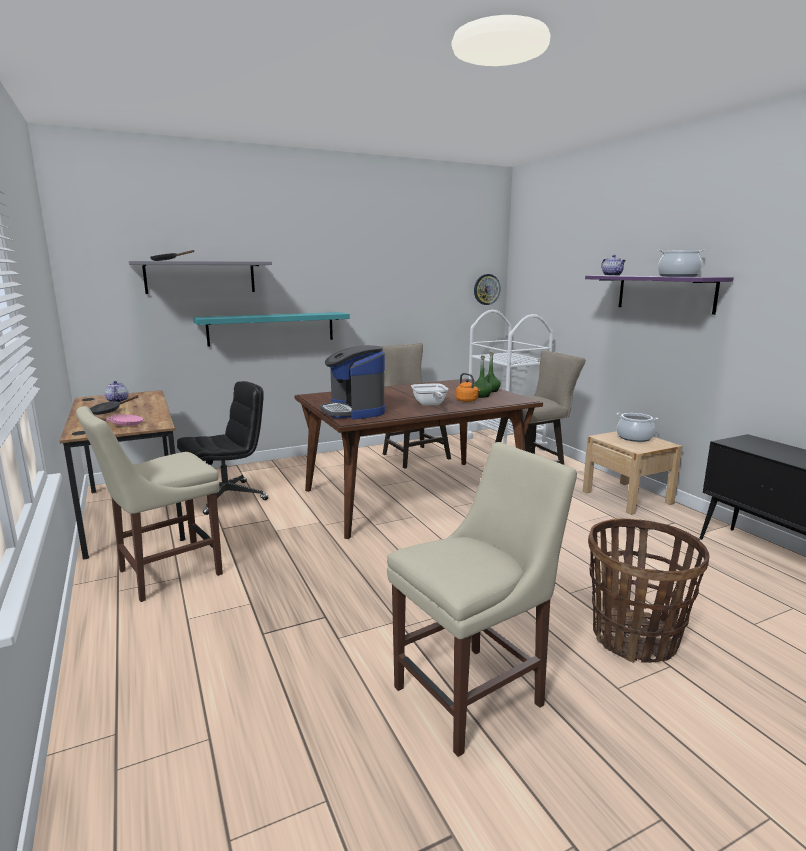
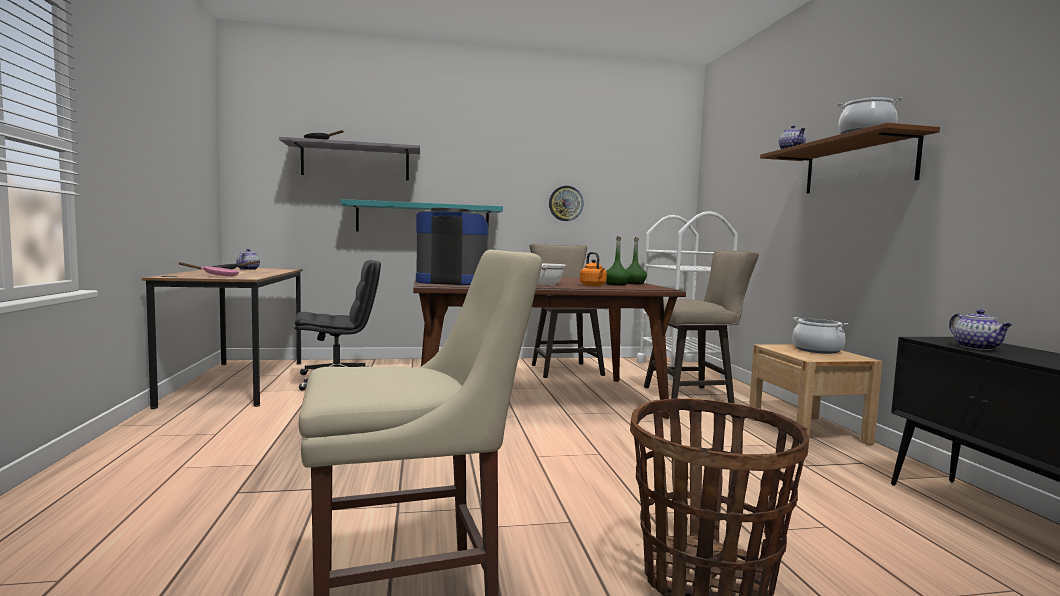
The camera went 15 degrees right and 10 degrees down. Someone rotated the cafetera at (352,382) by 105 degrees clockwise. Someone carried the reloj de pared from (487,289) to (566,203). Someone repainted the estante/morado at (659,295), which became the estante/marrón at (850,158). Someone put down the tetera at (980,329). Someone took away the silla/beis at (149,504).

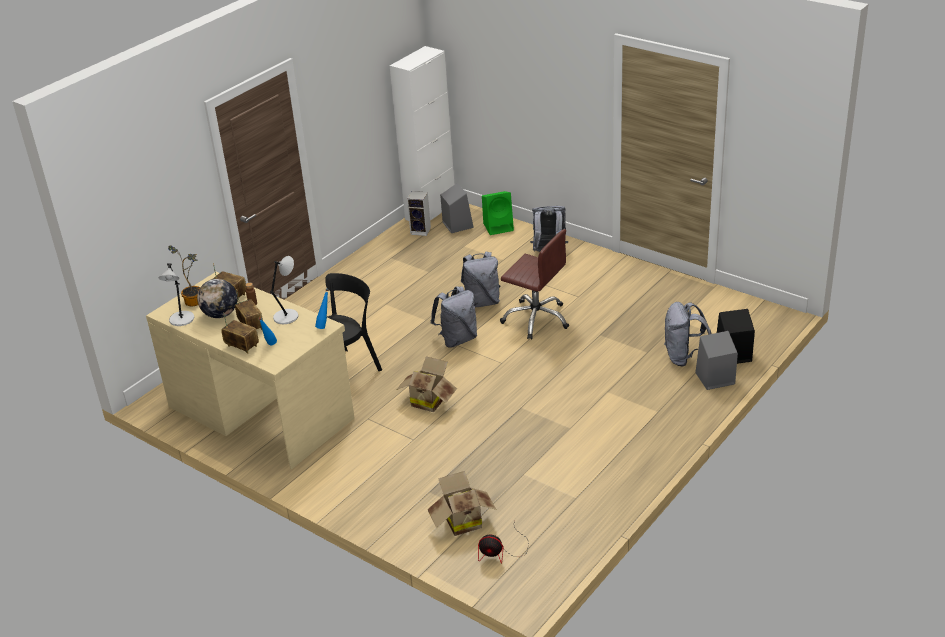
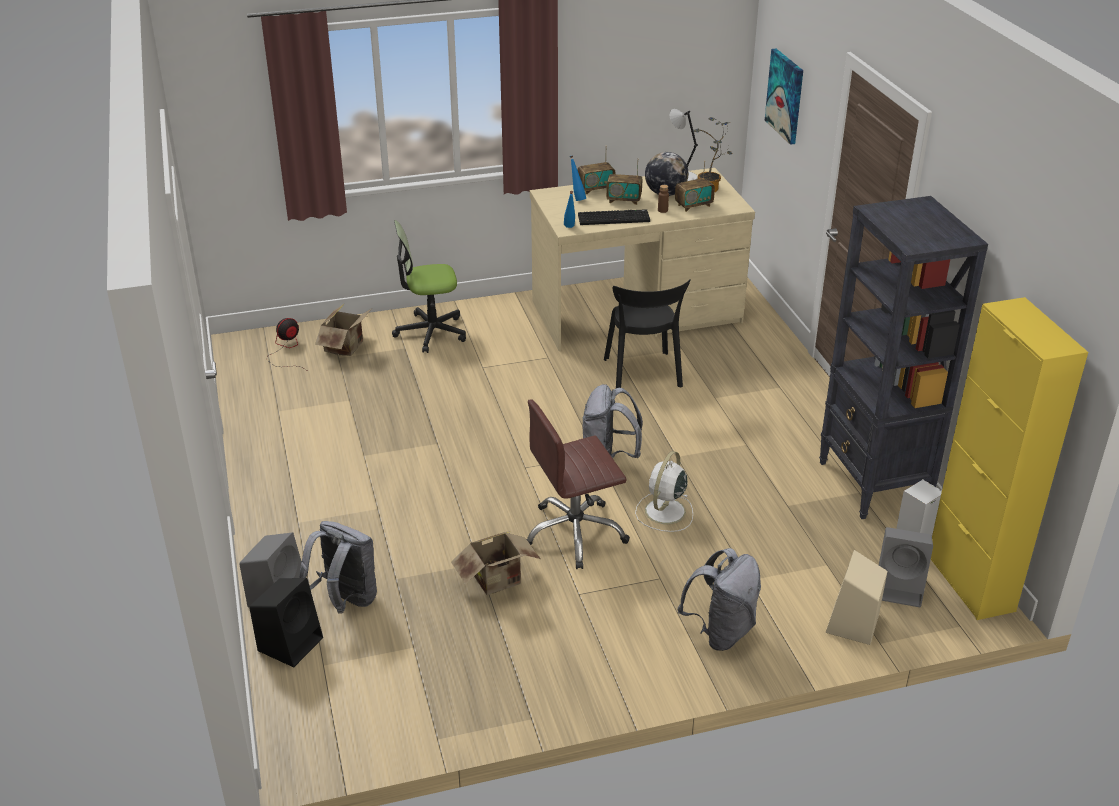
The camera went 125 degrees right and 0 degrees up. Someone put down the silla de oficina at (429,286). Someone carried the caja de cartón from (426,384) to (496,563). Someone swapped the lámpara de mesa/gris at (284,290) for the teclado at (614,217). Someone swapped the mochila/gris at (481,279) for the ventilador/blanco at (664,491). Someone put up the cuadro at (784,96). Someone put down the estantería/negro at (903,357). Someone repainted the altavoz/verde at (498,213), which became the altavoz/beis at (856,597). Someone repainted the armario/blanco at (422,133), which became the armario/amarillo at (1009,458).

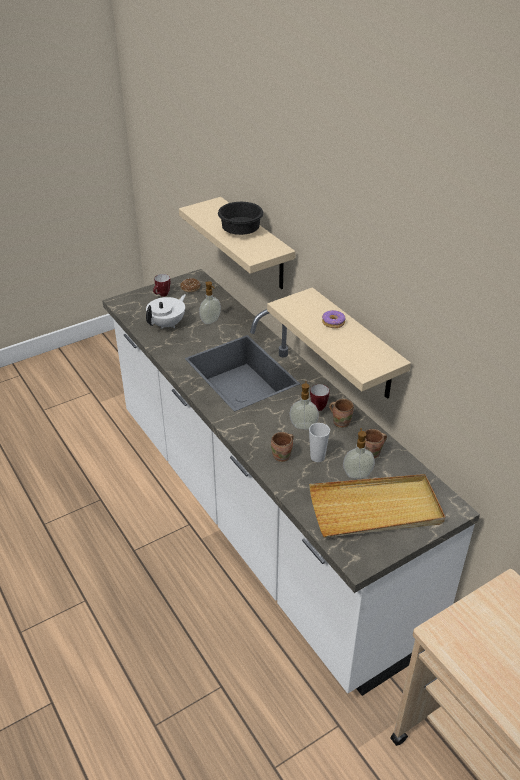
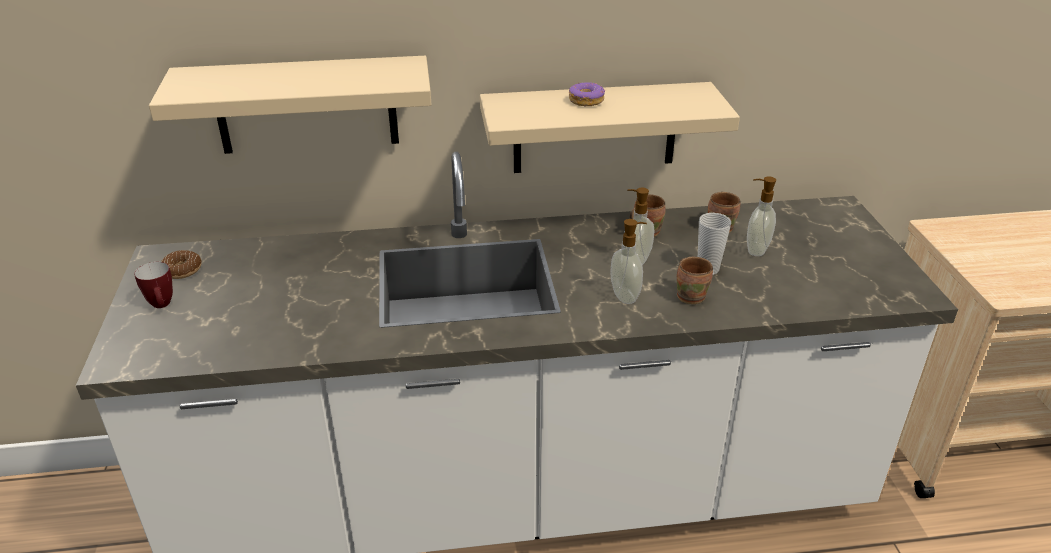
The camera went 65 degrees left and 5 degrees down. Someone carried the dispensador de jabón from (210,302) to (629,261). Someone took away the tetera/blanco at (166,311). Someone took away the cuenco/negro at (241,218). Someone took away the bandeja/beis at (377,505). Someone took away the taza grande at (319,397).

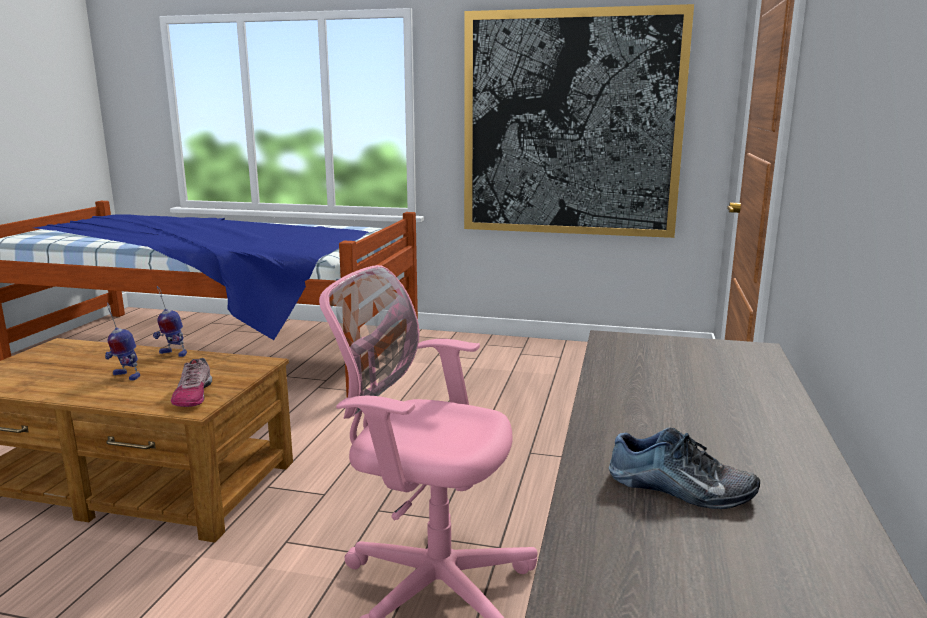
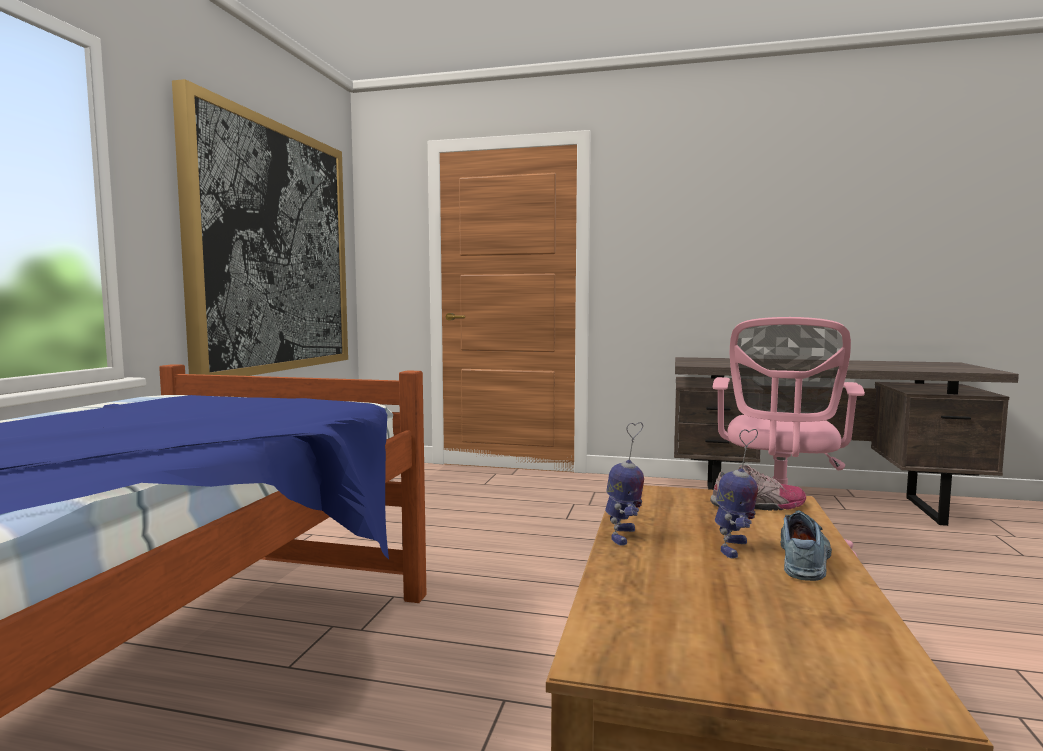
The camera went 90 degrees left and 10 degrees down. Someone carried the zapato from (684,468) to (806,545).

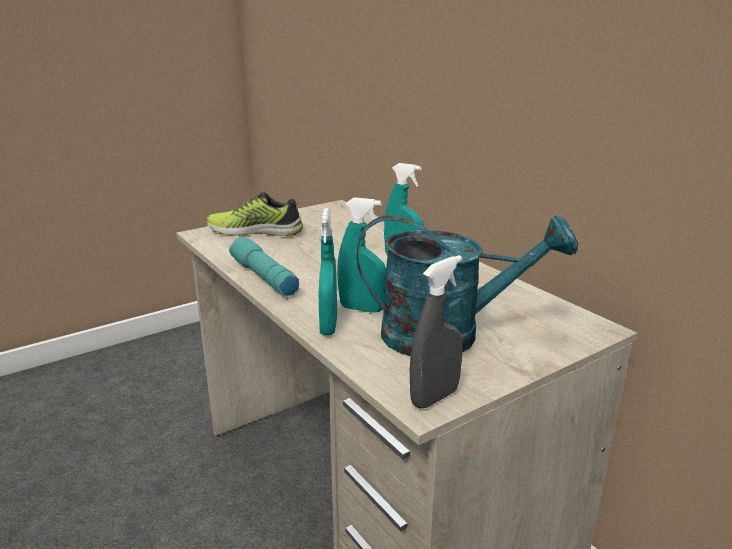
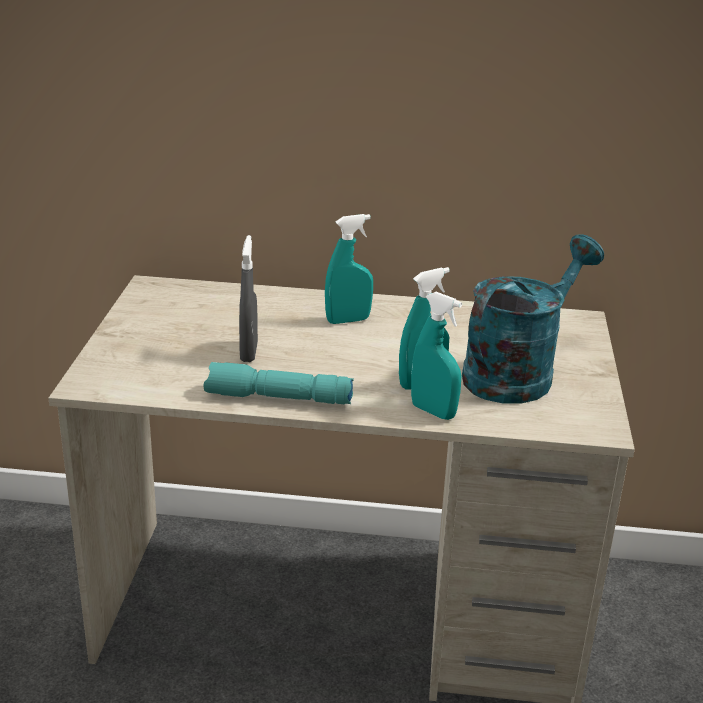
The camera went 50 degrees left and 5 degrees up. Someone carried the pulverizador/gris from (436,332) to (248,298). Someone took away the zapato at (255,214).

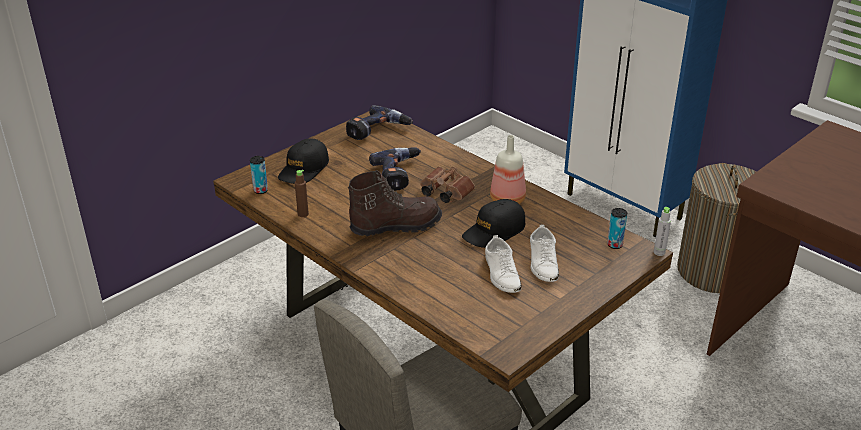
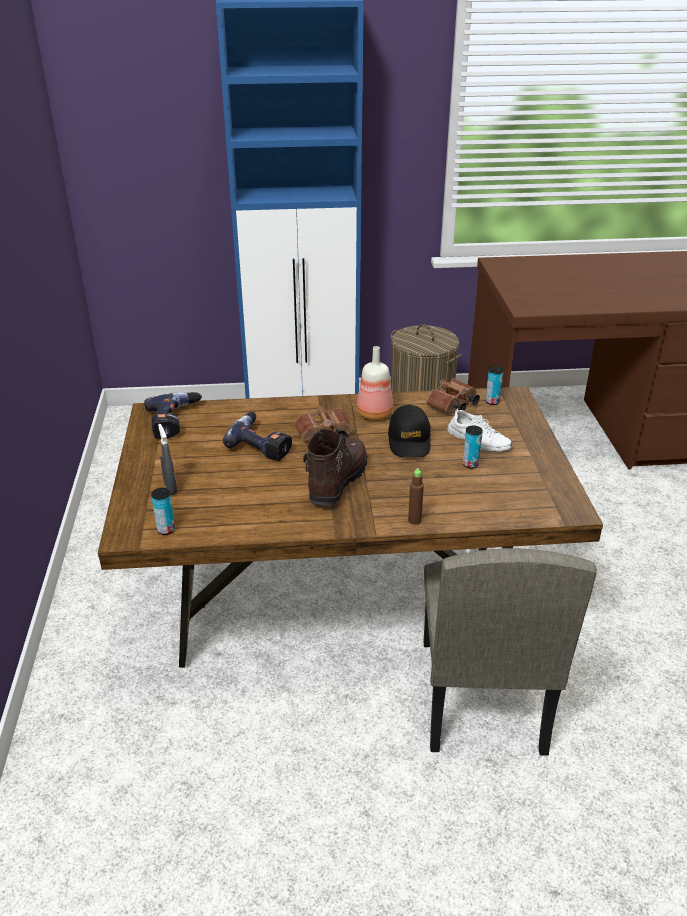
The camera went 50 degrees left and 0 degrees up. Someone swapped the gorra/negro at (303,161) for the pulverizador/gris at (167,459). Someone carried the botella/marrón from (302,193) to (416,496). Someone put down the prismáticos/marrón at (453,395). Someone swapped the zapato/blanco at (503,264) for the lata at (473,447). Someone took away the botella/gris at (662,231).

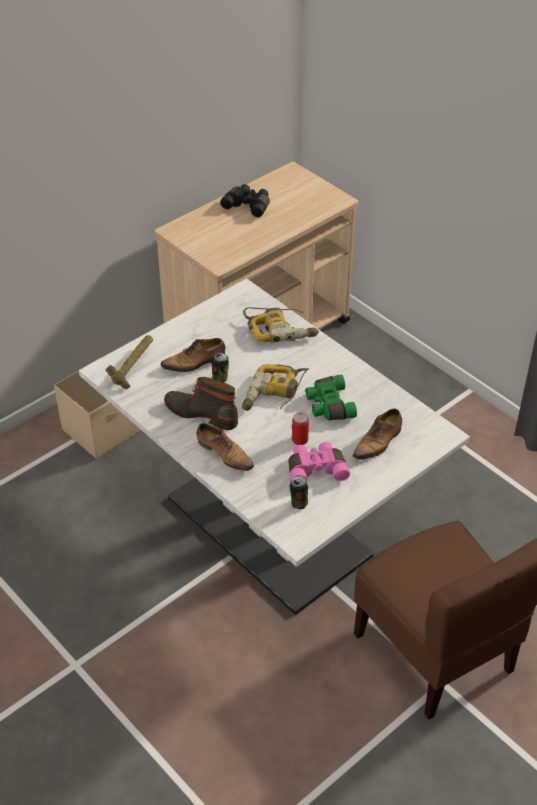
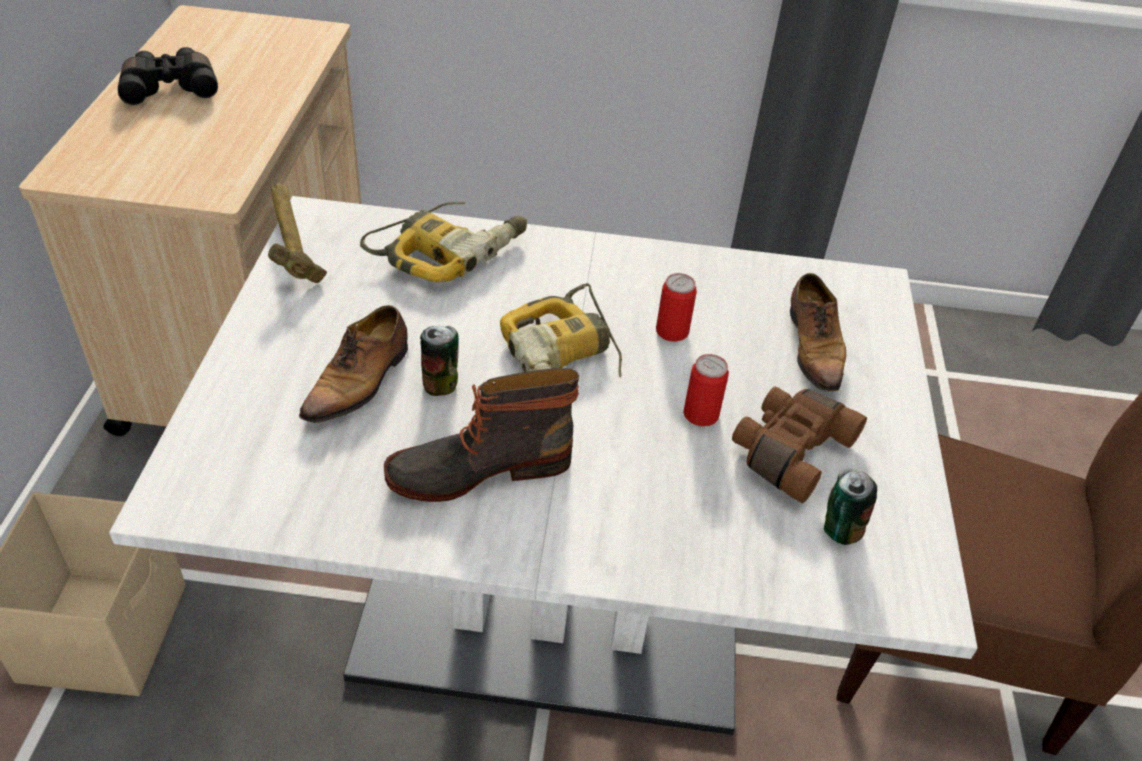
The camera went 45 degrees left and 0 degrees up. Someone carried the martillo from (129,362) to (297,233). Someone swapped the prismáticos/verde at (331,397) for the lata at (676,307). Someone repainted the prismáticos/rosa at (319,461), which became the prismáticos/marrón at (799,445). Someone took away the zapato at (225,447).

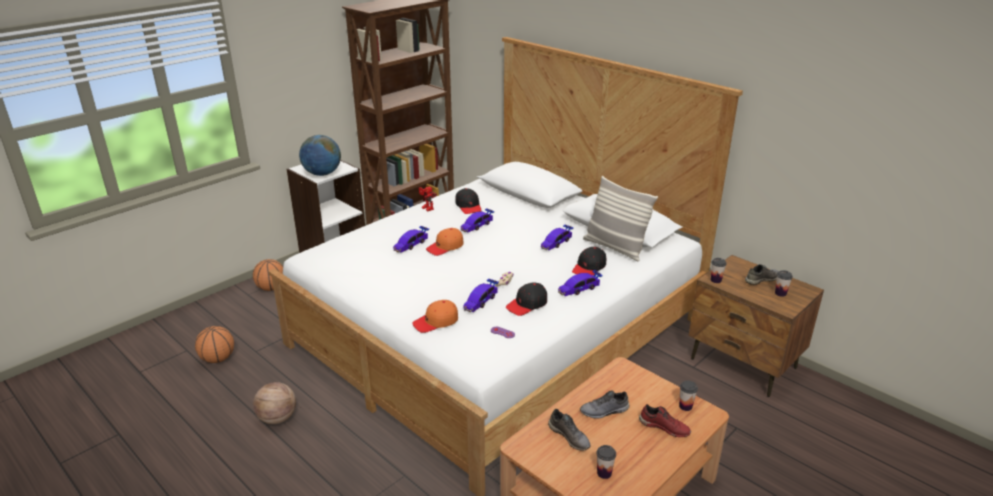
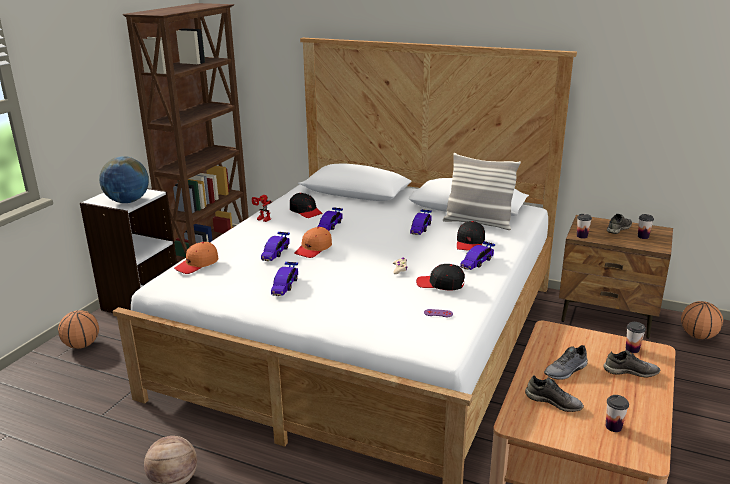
The camera went 20 degrees left and 5 degrees down. Someone carried the gorra/naranja from (435,316) to (196,258). Someone carried the coche de juguete from (481,295) to (284,279). Someone rotated the gorra/negro at (526,299) by 75 degrees clockwise. Someone repainted the zapato/rojo at (665,420), which became the zapato/gris at (631,363). Someone carried the balón de baloncesto from (214,344) to (702,320).

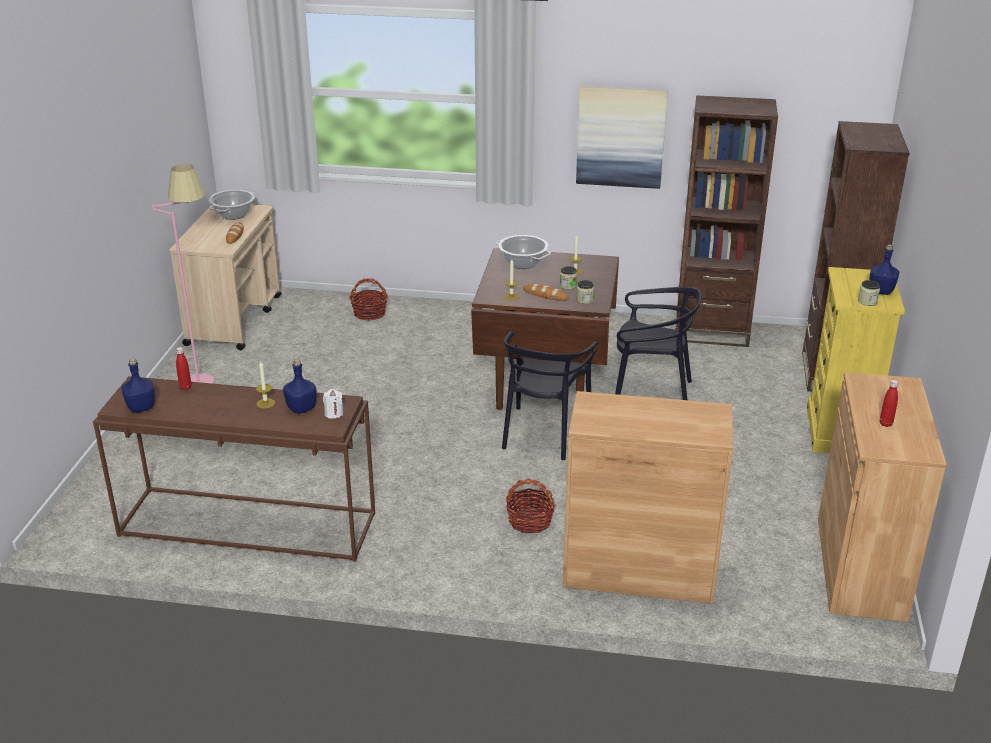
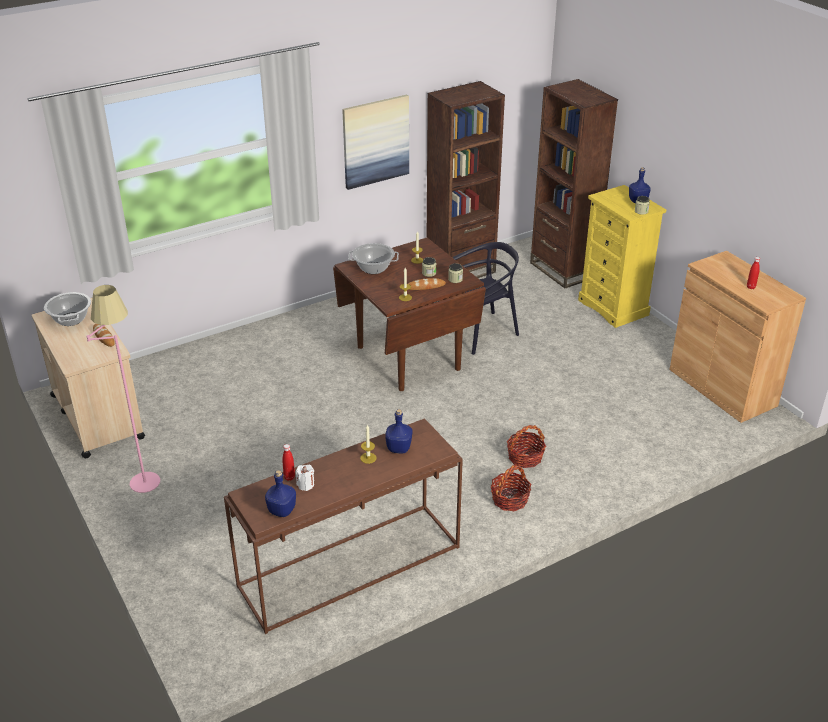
The camera went 40 degrees left and 5 degrees up. Someone carried the vela/blanco from (333,404) to (305,478). Someone carried the cesta from (368,299) to (511,488). Someone took away the silla/negro at (550,395). Someone took away the armario/marrón at (648,497).

